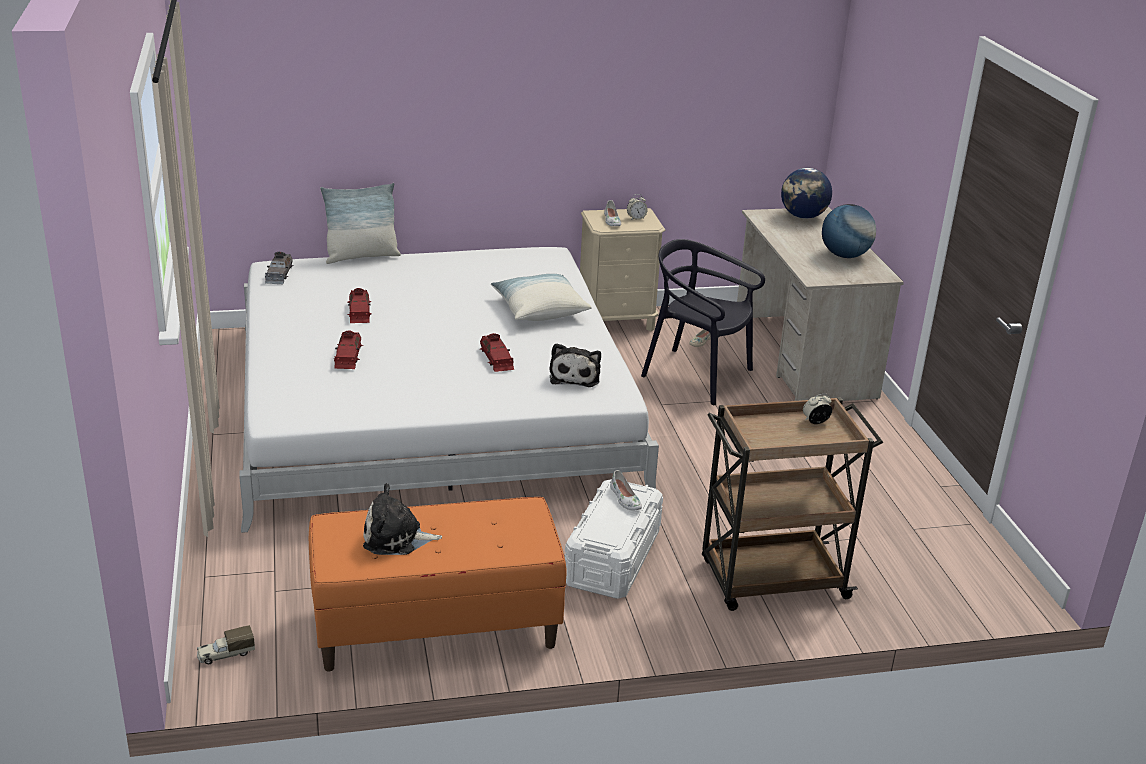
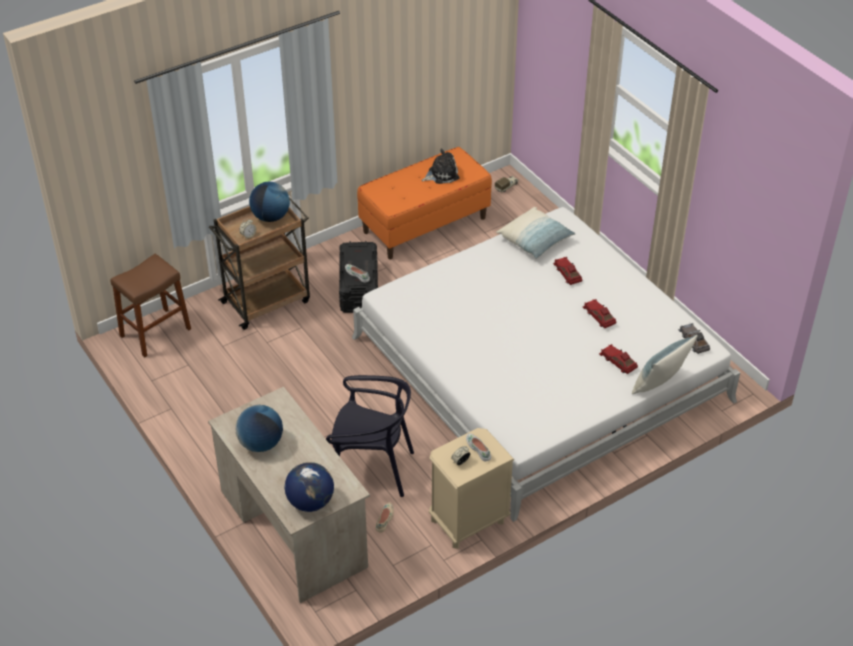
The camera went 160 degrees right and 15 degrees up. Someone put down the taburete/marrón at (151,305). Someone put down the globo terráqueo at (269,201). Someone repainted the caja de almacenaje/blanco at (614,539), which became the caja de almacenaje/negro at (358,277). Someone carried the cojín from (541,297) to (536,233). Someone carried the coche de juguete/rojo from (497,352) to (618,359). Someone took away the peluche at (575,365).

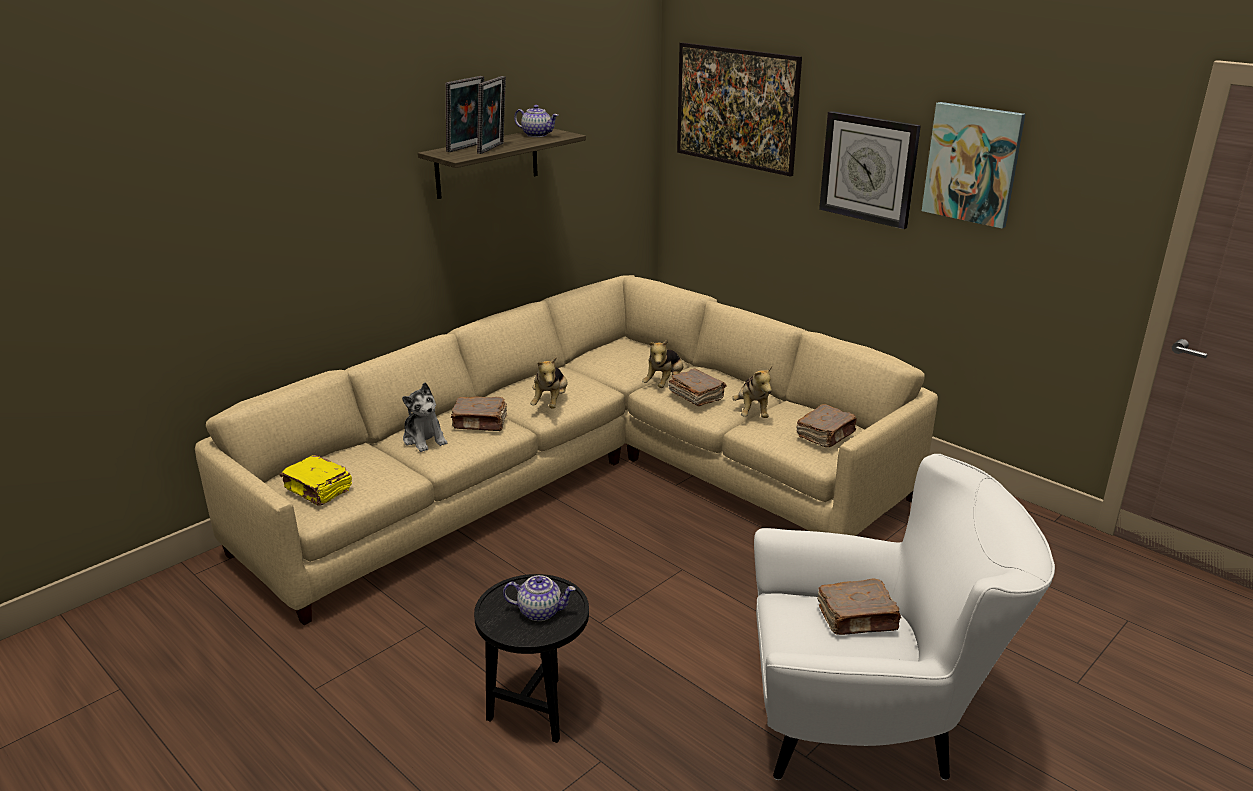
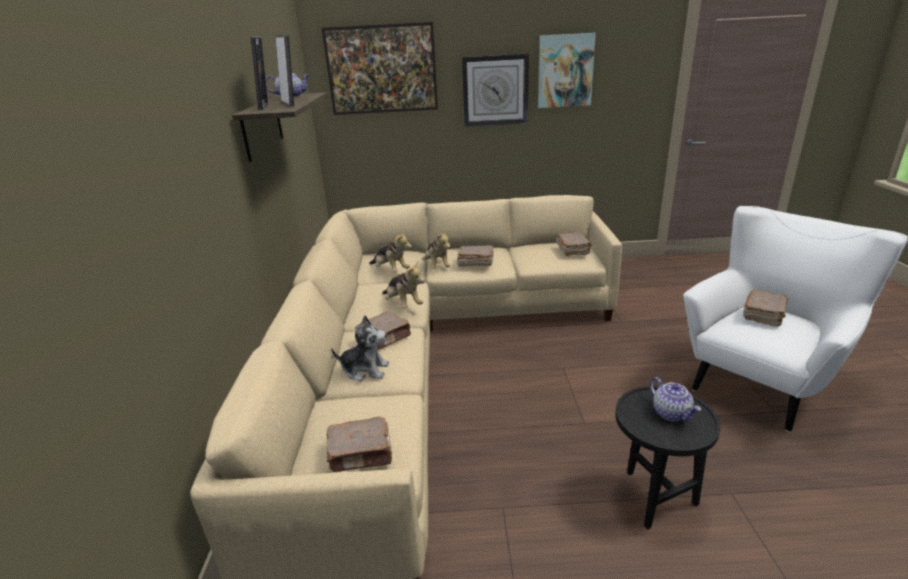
The camera went 45 degrees left and 0 degrees up. Someone repainted the libro/amarillo at (315,480), which became the libro/marrón at (359,444). Someone carried the peluche from (752,392) to (390,251). Someone rotated the tetera at (539,598) by 105 degrees clockwise.

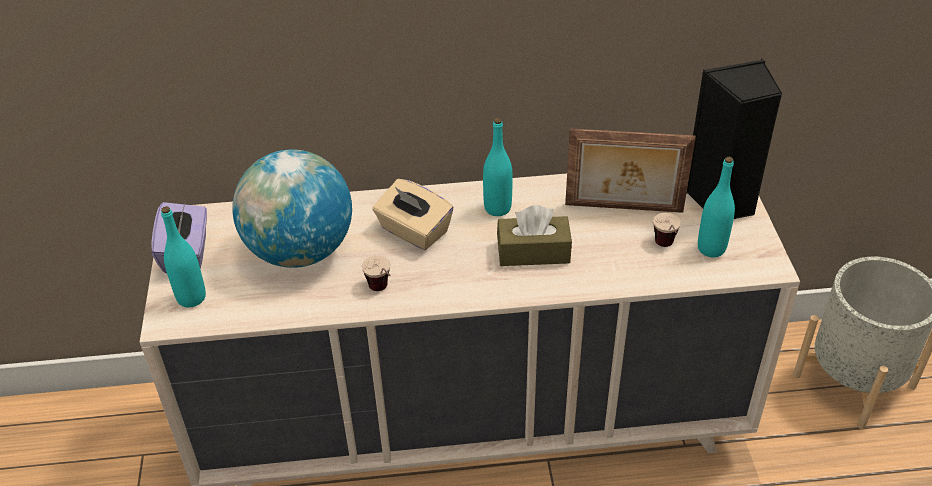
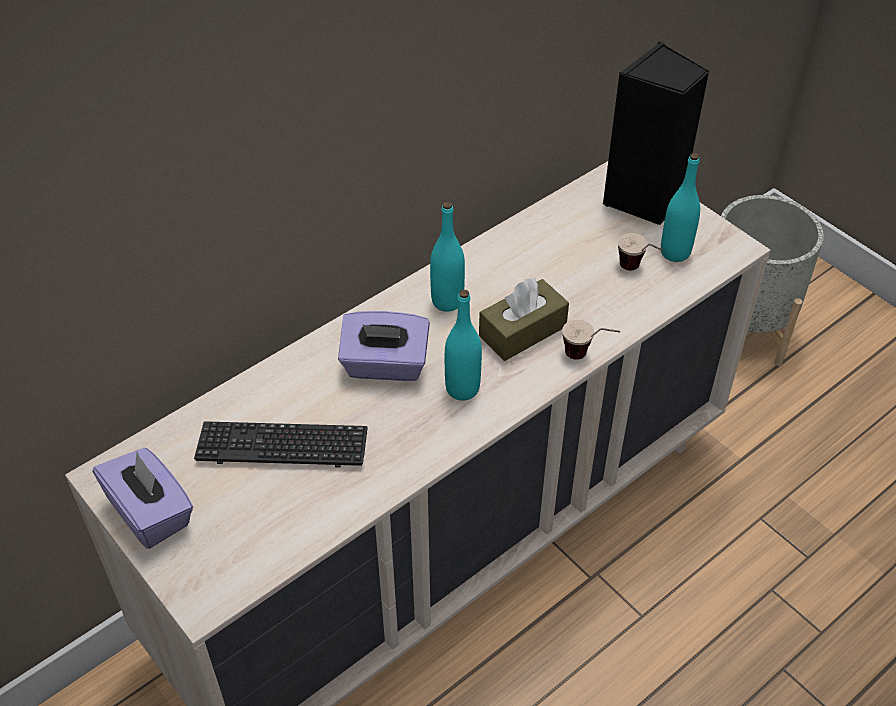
The camera went 35 degrees left and 5 degrees up. Someone swapped the globo terráqueo at (292,208) for the teclado at (280,444). Someone repainted the caja de pañuelos/beis at (413,214), which became the caja de pañuelos/morado at (384,346). Someone carried the botella/turquesa from (183,256) to (463,345). Someone carried the taza from (376,273) to (591,340). Someone took away the portarretratos at (630,171).

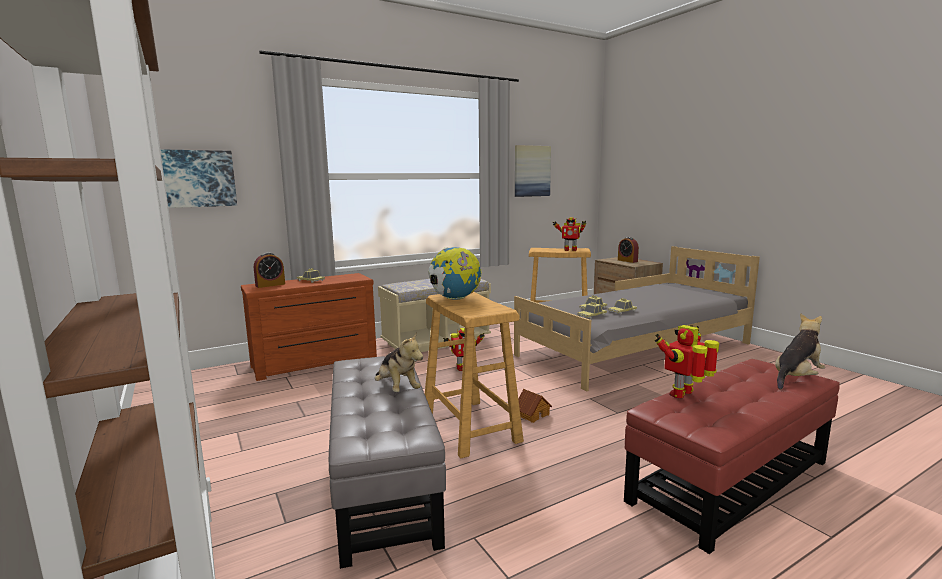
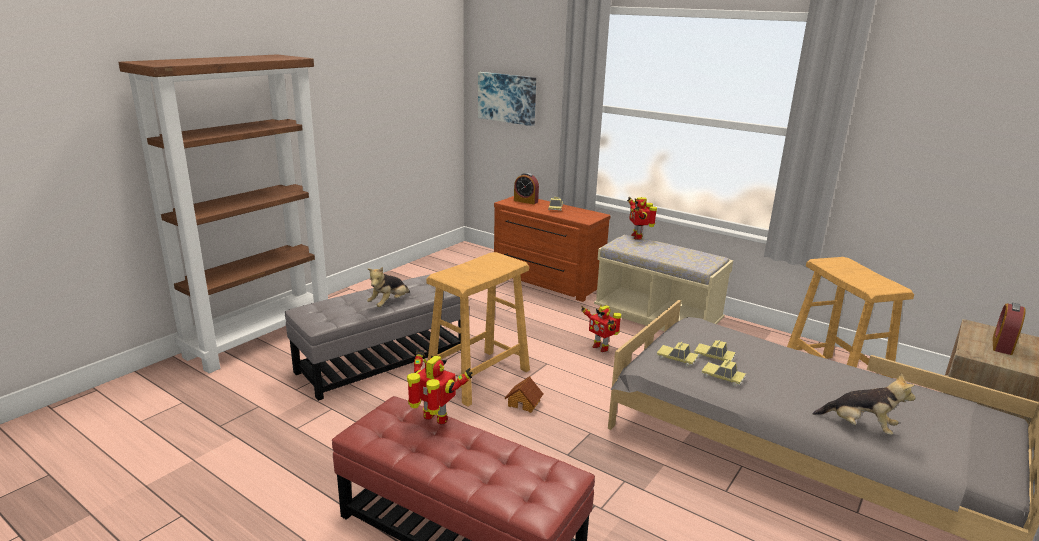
The camera went 65 degrees right and 10 degrees up. Someone carried the robot de juguete from (569,234) to (642,218). Someone carried the peluche from (800,351) to (863,404). Someone took away the globo terráqueo at (454,273). Someone took away the cuadro at (533,171).

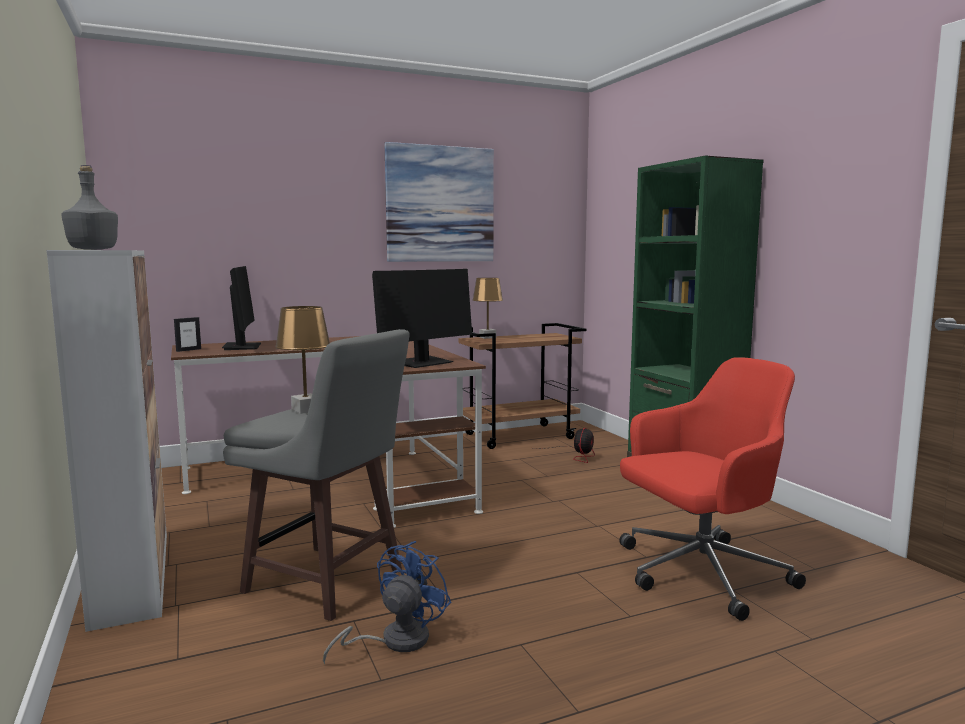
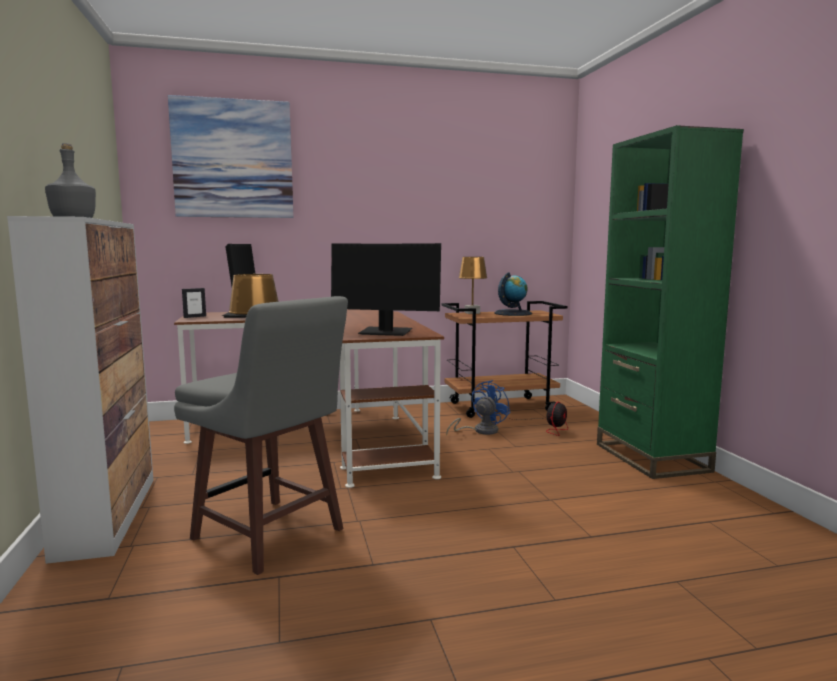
The camera went 10 degrees right and 0 degrees up. Someone carried the cuadro from (439,202) to (230,156). Someone rotated the monitor at (422,318) by 45 degrees clockwise. Someone carried the ventilador/azul from (387,602) to (478,407). Someone put down the globo terráqueo at (513,294). Someone took away the silla de oficina/rojo at (712,489).

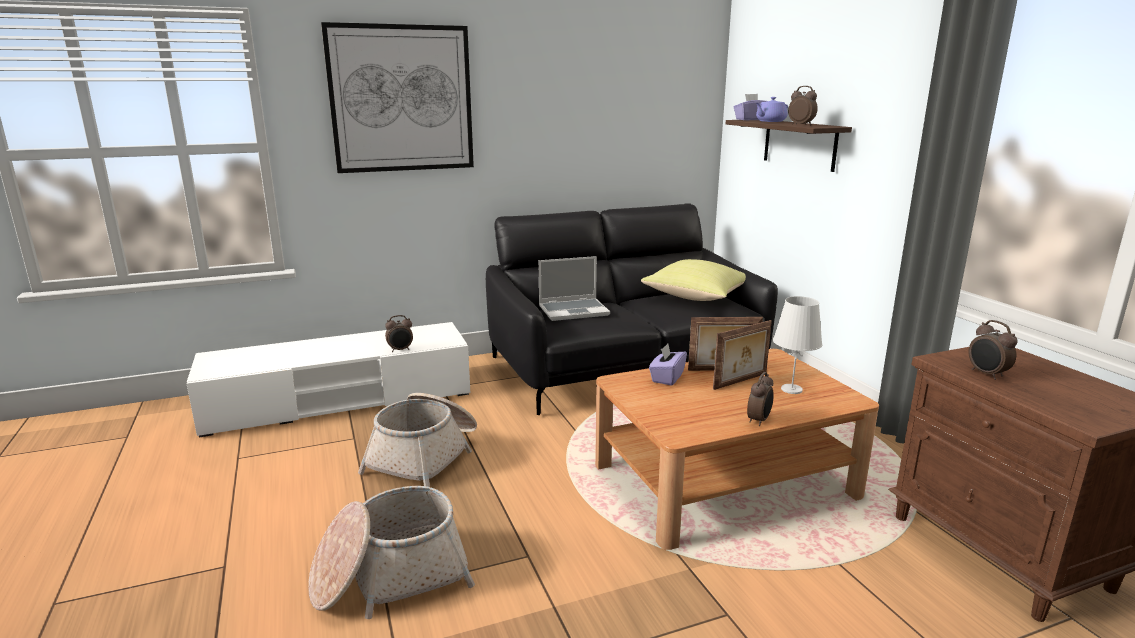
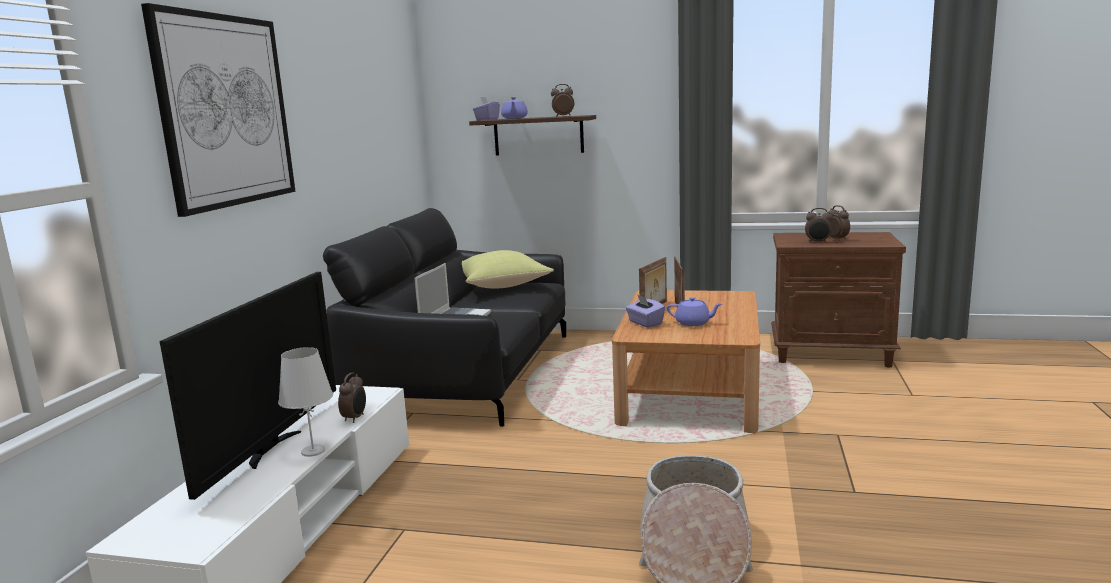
The camera went 55 degrees left and 5 degrees down. Someone put down the televisor at (248,386). Someone carried the lámpara de mesa/blanco from (798,345) to (305,402). Someone put down the tetera/morado at (694,311). Someone carried the despertador from (760,399) to (838,223). Someone took away the cesta at (417,440).

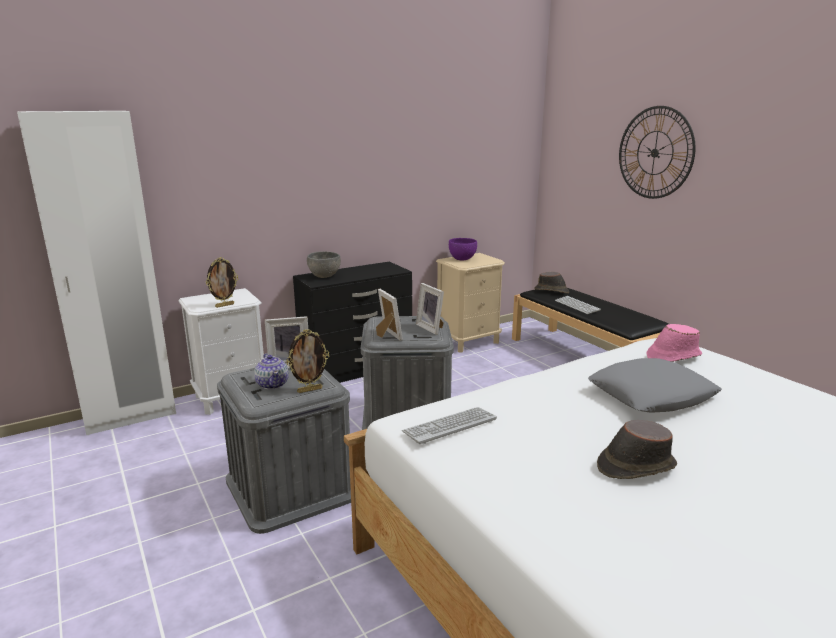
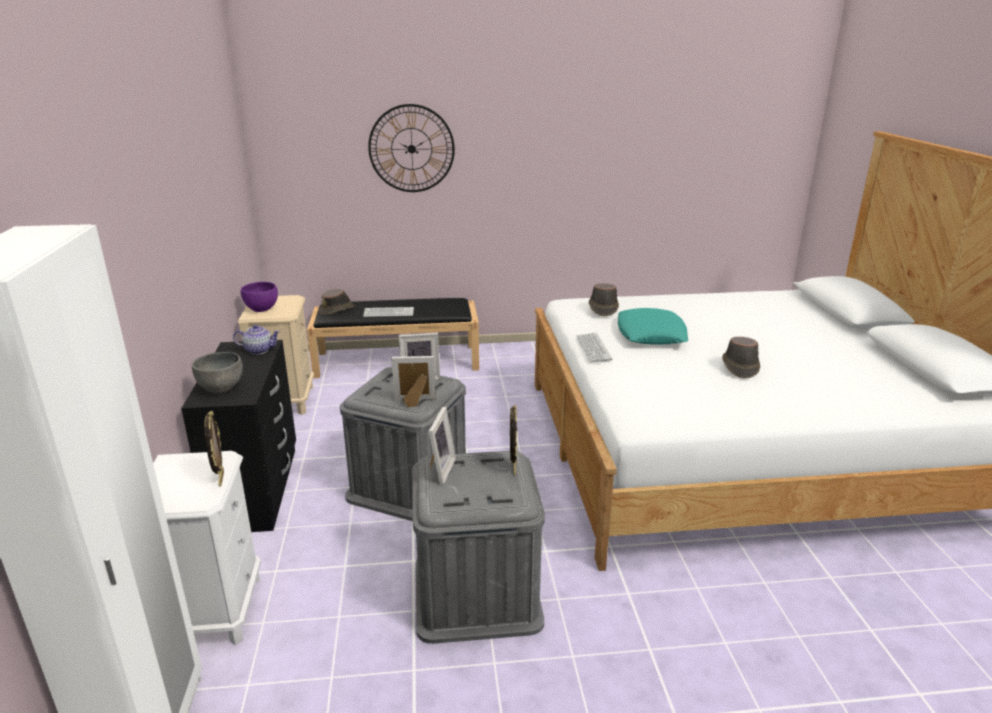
The camera went 65 degrees left and 5 degrees up. Someone carried the tetera from (271,371) to (256,339). Someone carried the teclado from (449,425) to (594,348). Someone repainted the sombrero/rosa at (674,343), which became the sombrero/marrón at (604,299). Someone repainted the cojín/gris at (655,385), which became the cojín/turquesa at (653,326).

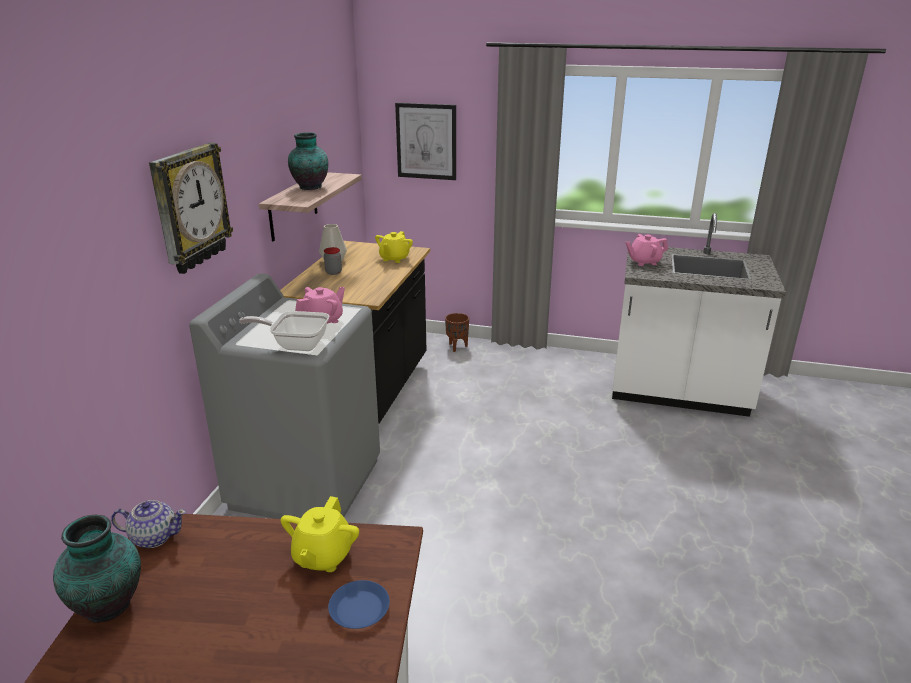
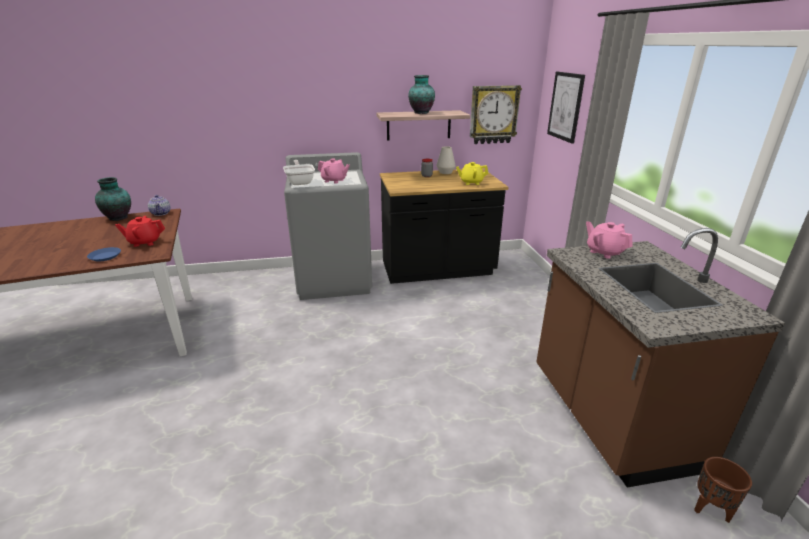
The camera went 65 degrees right and 0 degrees up. Someone repainted the tetera/amarillo at (320,534), which became the tetera/rojo at (140,231). Someone carried the reloj de pared from (191,208) to (496,114). Someone repainted the mueble bajo de cocina/blanco at (699,315), which became the mueble bajo de cocina/marrón at (660,358). Someone carried the maceta/marrón from (457,332) to (723,490).

